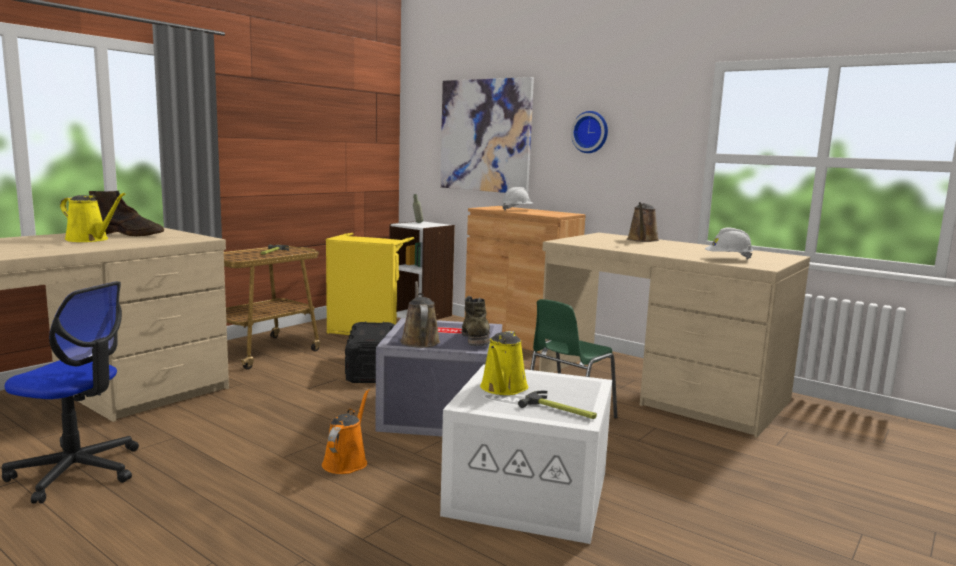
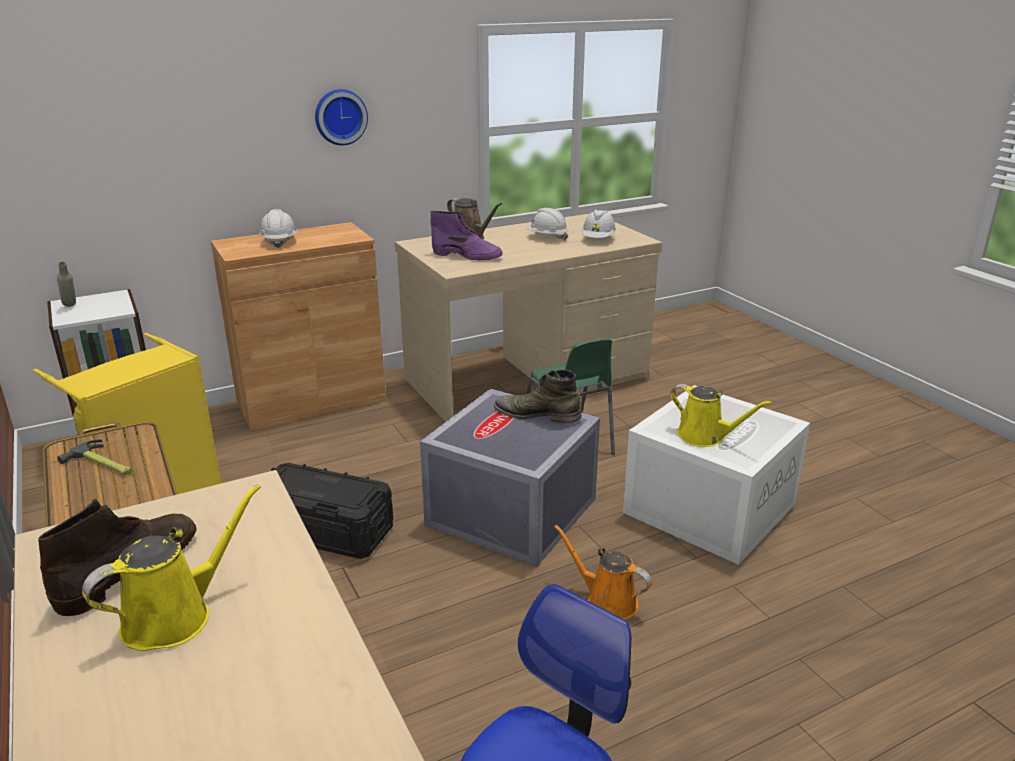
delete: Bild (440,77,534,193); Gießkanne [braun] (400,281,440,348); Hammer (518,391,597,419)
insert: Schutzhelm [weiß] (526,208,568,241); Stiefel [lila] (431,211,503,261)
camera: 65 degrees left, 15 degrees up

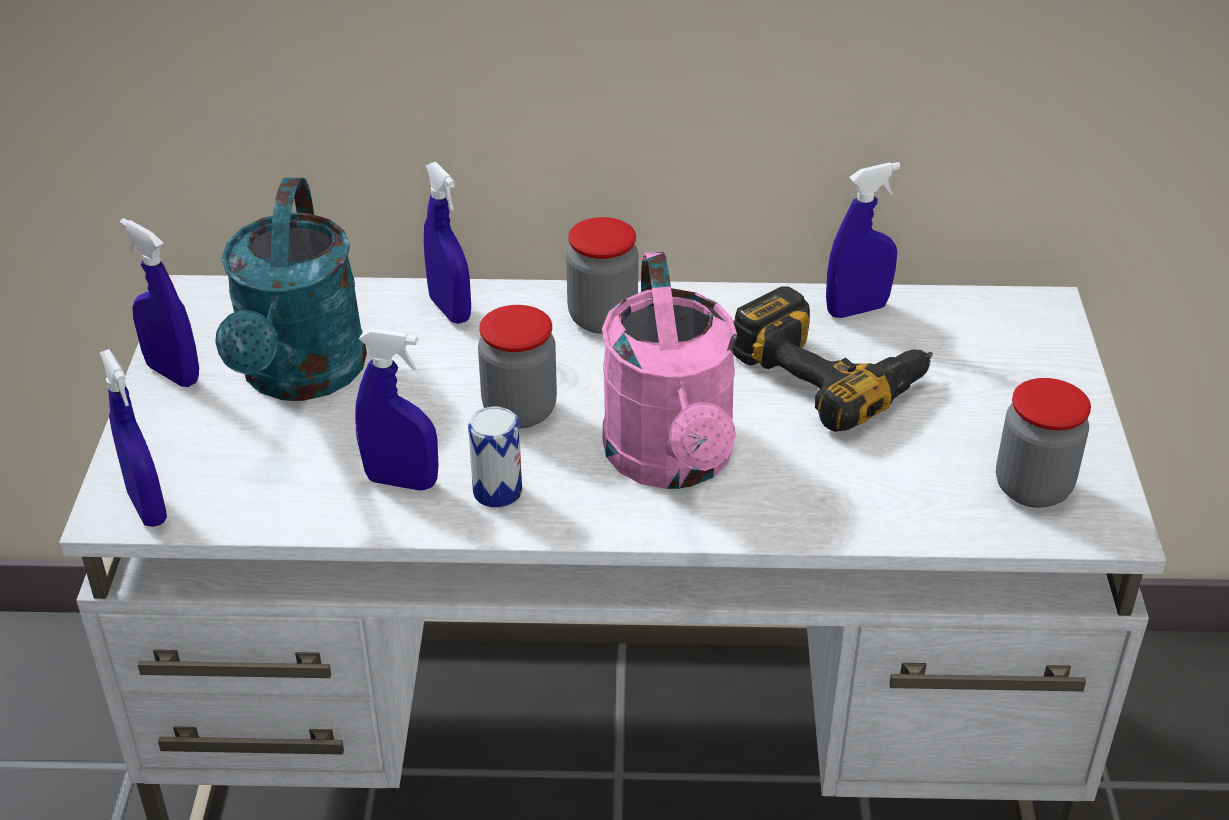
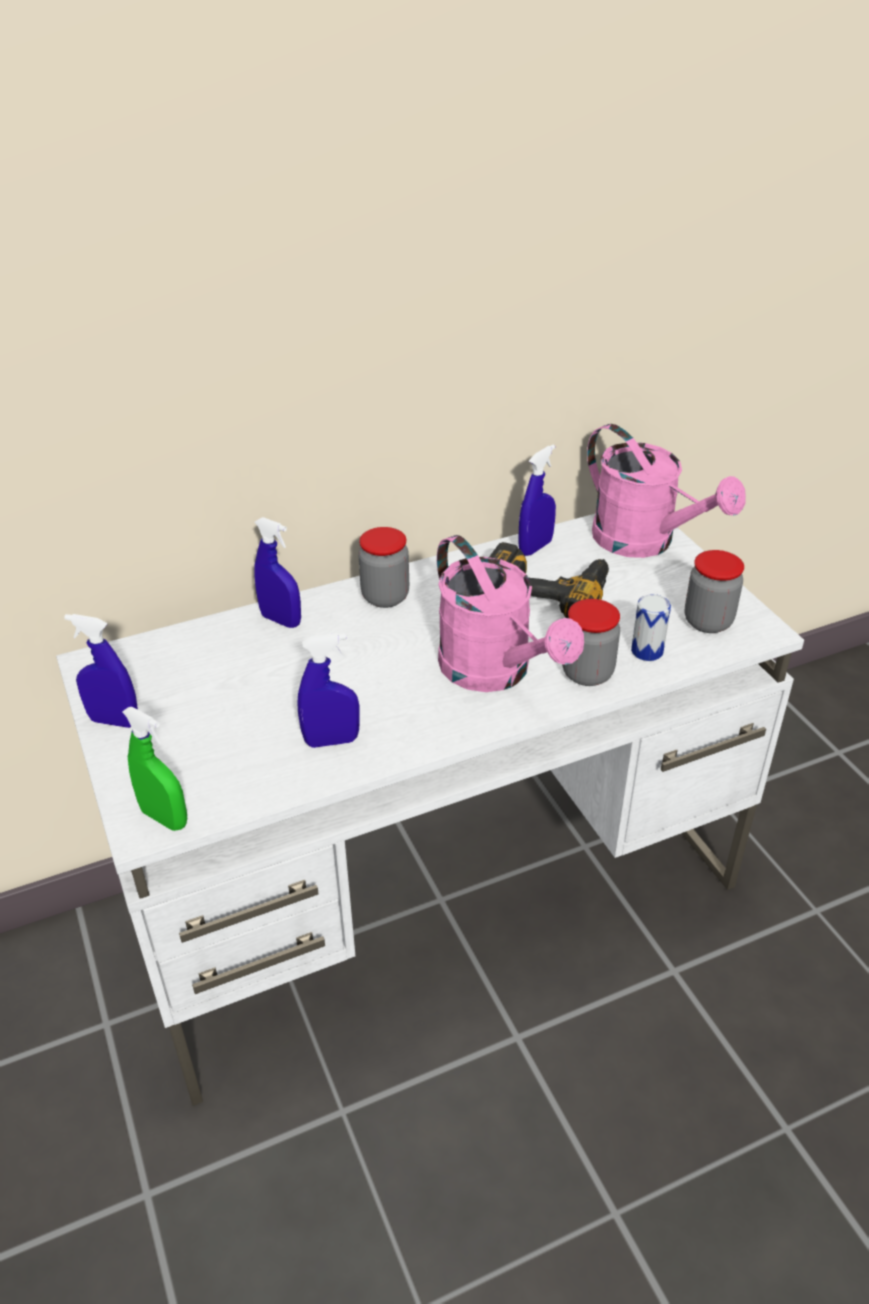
delete: Gießkanne [türkis] (215,177,367,401)
insert: Gießkanne [rosa] (587,424,746,558)
move: Vorratsglas (478,305,557,428) to (562,599,620,686); Dose (468,407,522,508) to (631,594,671,661)
recolor: Sprühflasche [blau] (100,349,167,527) to Sprühflasche [grün] (122,707,187,831)
camera: 25 degrees left, 0 degrees up

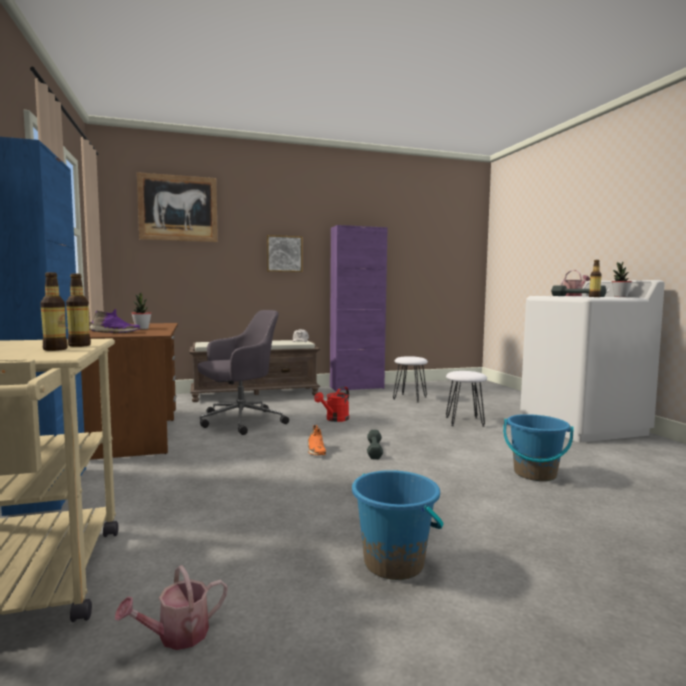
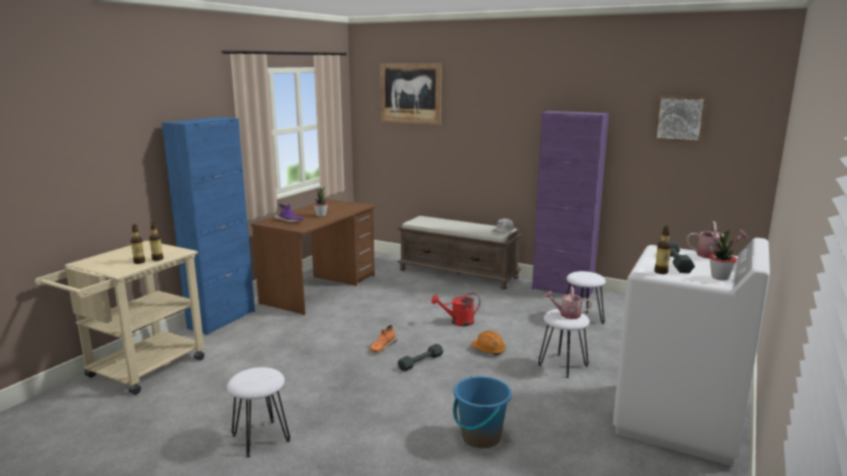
delete: Bürostuhl [grau] (197,310,289,435)
insert: Schutzhelm [orange] (471,331,506,355)
move: Bild (266,235,302,272) to (655,96,706,142); Gießkanne (115,565,228,650) to (544,287,592,319)
replace: Eimer [blau] (352,470,444,580) to Hocker [weiß] (227,367,290,457)
camera: 45 degrees right, 10 degrees up

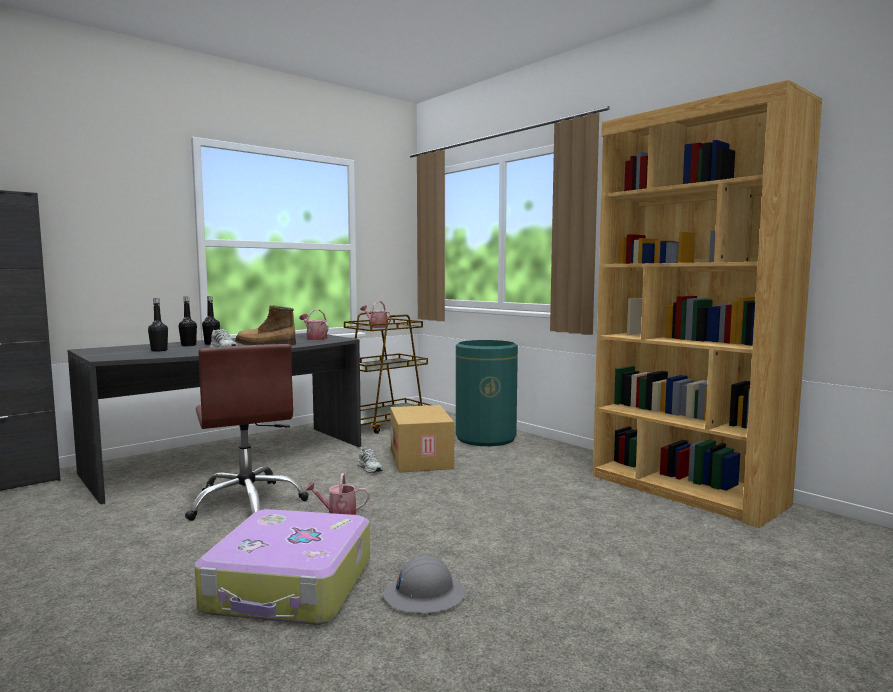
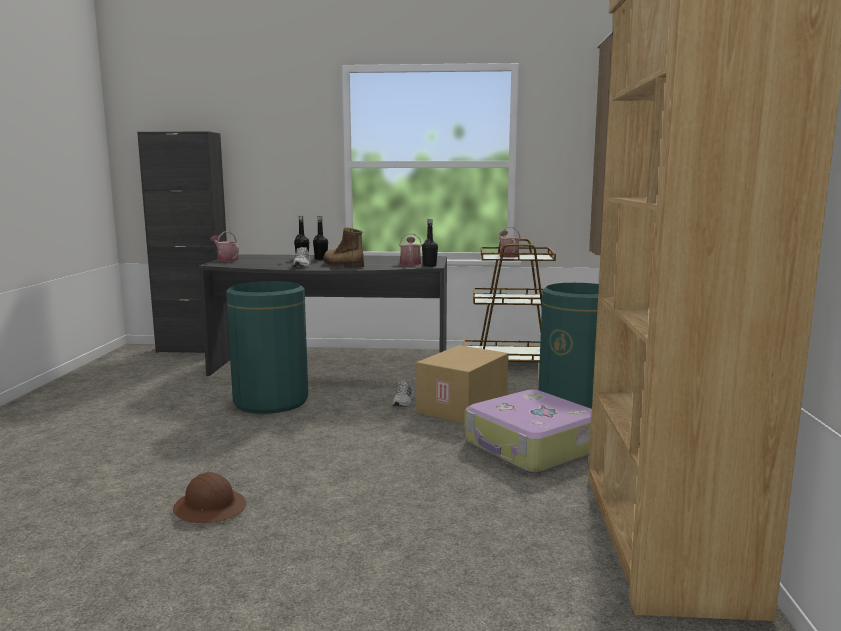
move: Flasche [schwarz] (148,298,168,352) to (422,219,438,267); Gießkanne (305,473,369,515) to (210,231,239,262); Koffer (195,509,370,625) to (465,390,592,474)
replace: Bürostuhl [braun] (185,344,309,521) to Mülleimer [grün] (226,281,308,414)
recolor: Schutzhelm [grau] (383,556,466,613) to Schutzhelm [braun] (173,472,246,523)
camera: 45 degrees right, 5 degrees up

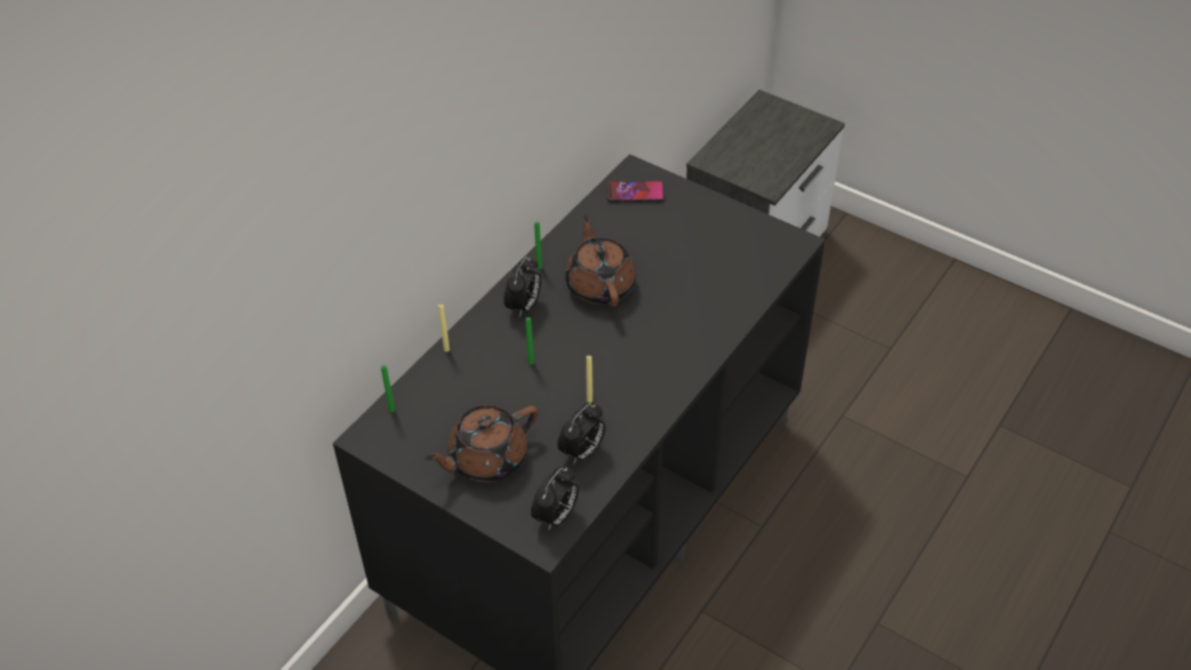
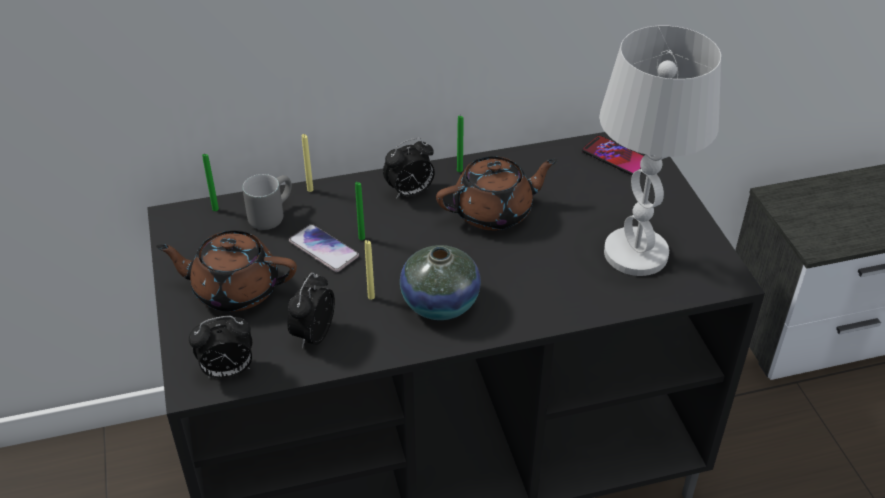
insert: Tischlampe [weiß] (599,26,721,276); Henkelbecher [grau] (243,174,292,230); Handy (289,224,359,272); Vase (400,245,481,320)
rotate: Teekanne [braun] (565,215,636,307) = (436,156,558,230) 45 degrees clockwise; Wecker (557,403,605,464) = (287,273,335,349) 120 degrees clockwise
camera: 40 degrees right, 5 degrees down

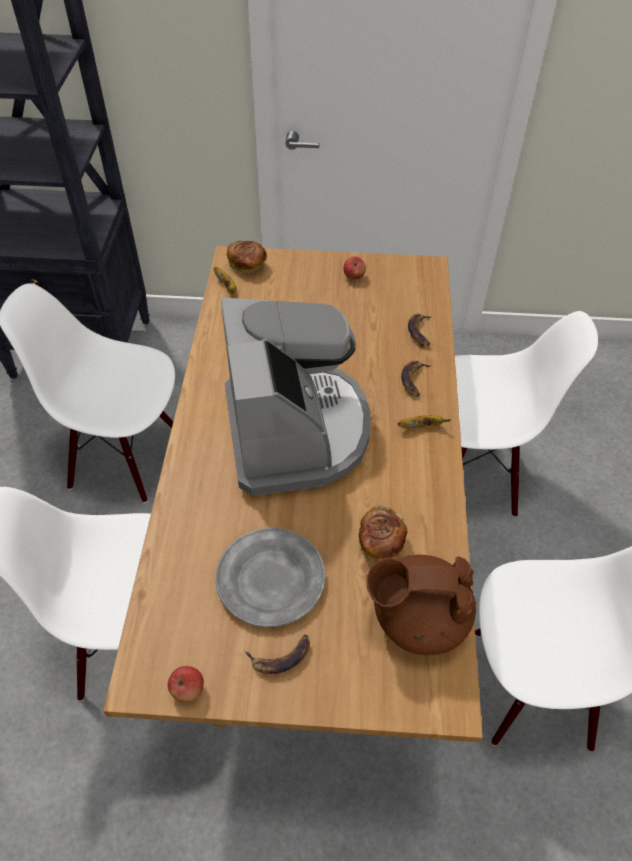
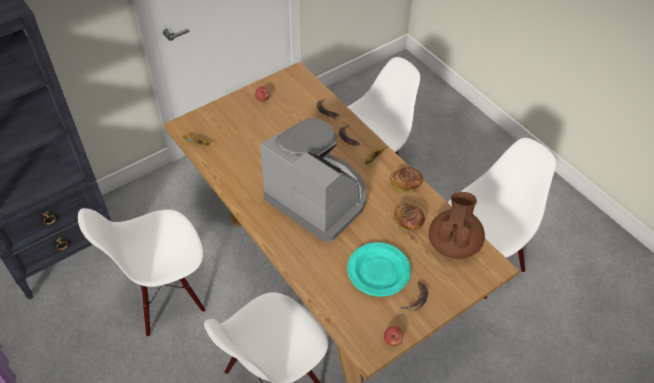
move: Brot (227,240,267,274) to (390,167,423,194)
recolor: Teller [grau] (216,528,325,627) to Teller [türkis] (347,242,411,297)
rotate: Teekanne [braun] (367,555,476,655) = (429,192,485,259) 150 degrees clockwise
camera: 40 degrees left, 0 degrees up

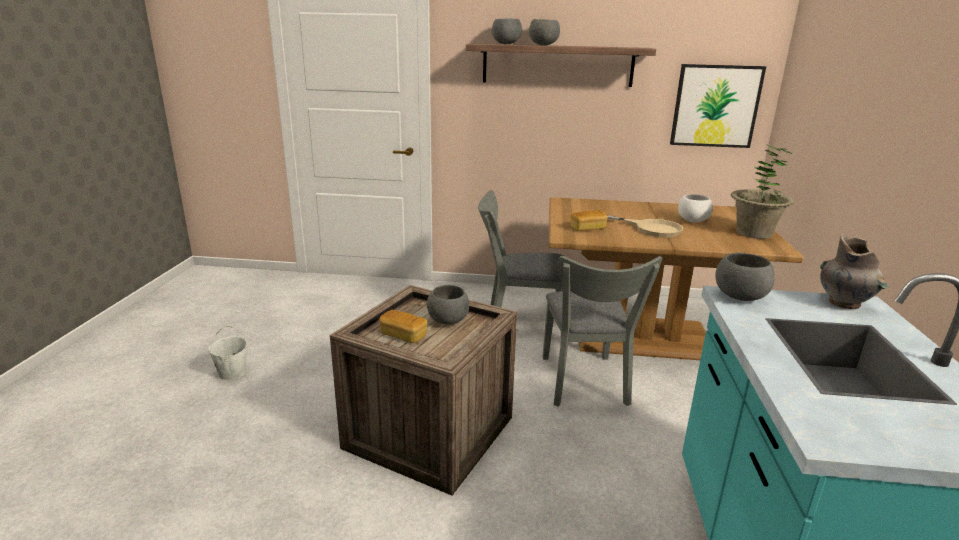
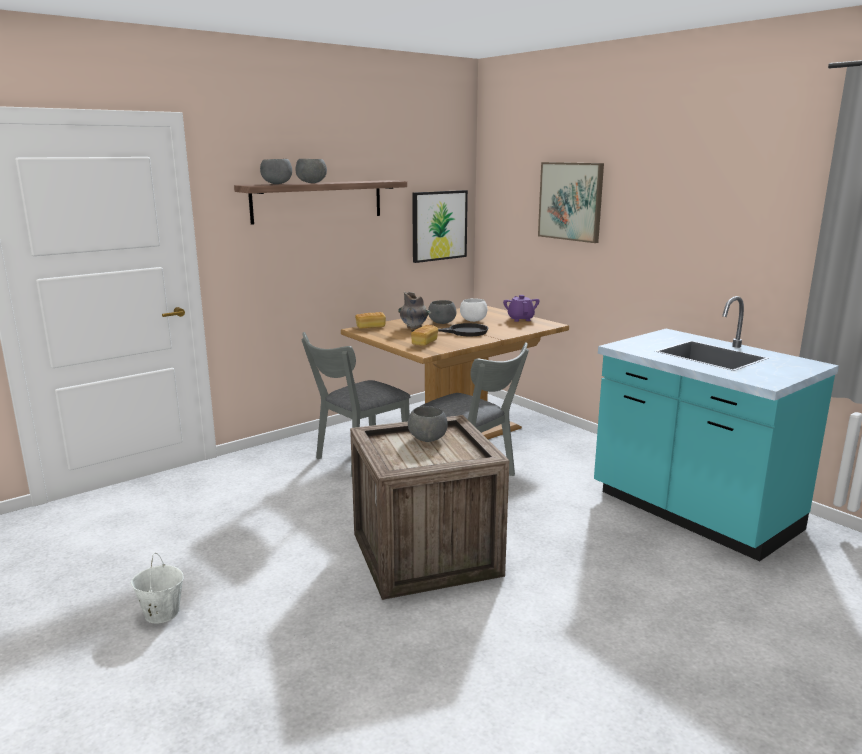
insert: Bild (538,162,604,243)
move: Vase [grau] (820,234,889,309) to (398,291,431,329); Schüssel [grau] (715,252,775,301) to (428,300,456,324); Brot (379,310,427,343) to (355,312,386,329)
replace: Topfpflanze (731,144,794,239) to Teekanne [lila] (503,295,539,322)
recolor: Pfanne [beige] (607,215,683,238) to Pfanne [schwarz] (412,323,489,336)
camera: 45 degrees left, 5 degrees down

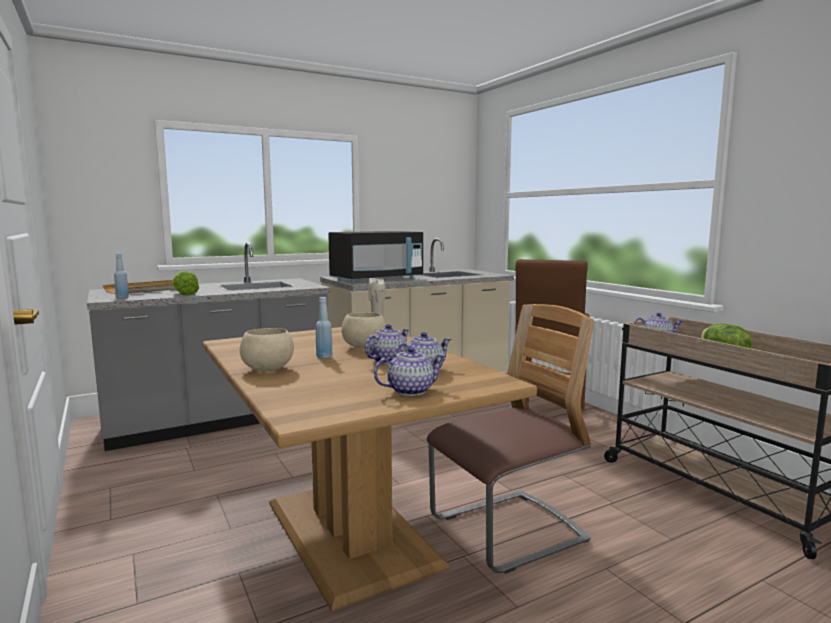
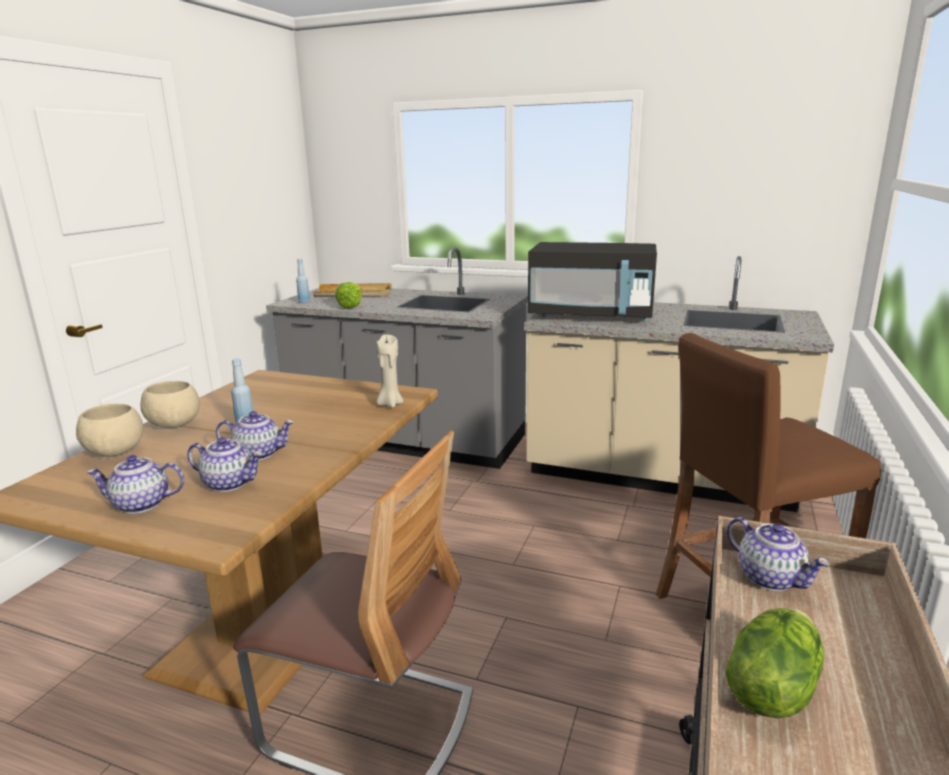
move: Schüssel [beige] (341,312,386,348) to (76,404,143,457)
rotate: Teekanne (374,347,446,396) = (86,455,184,514) 150 degrees clockwise
camera: 50 degrees right, 10 degrees up

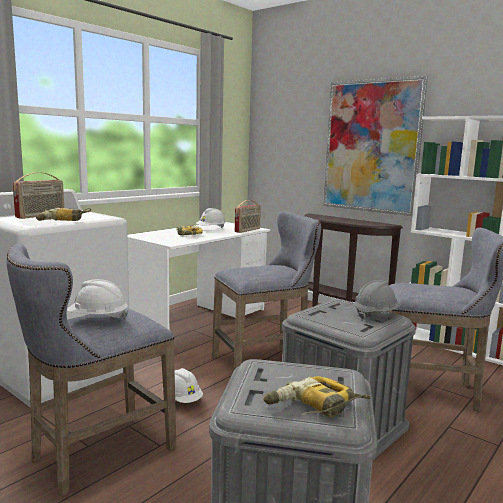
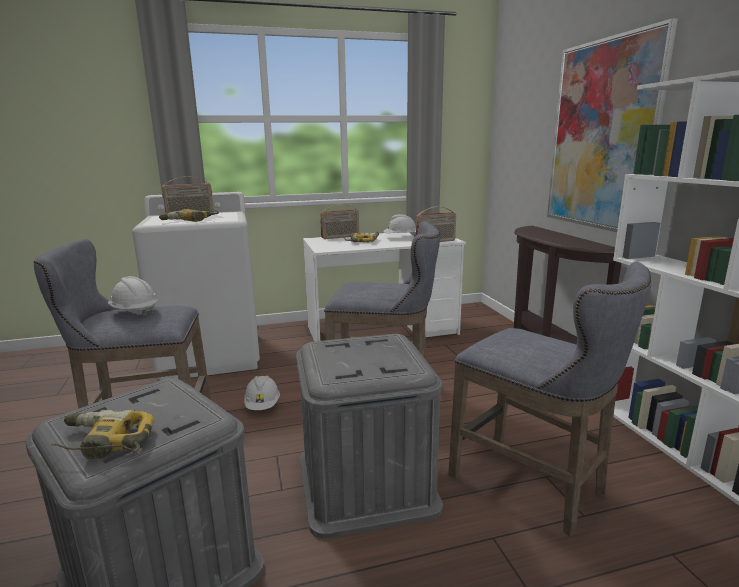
delete: Schutzhelm [grau] (354,280,401,320)
insert: Radio (320,204,359,239)
camera: 35 degrees right, 5 degrees up

